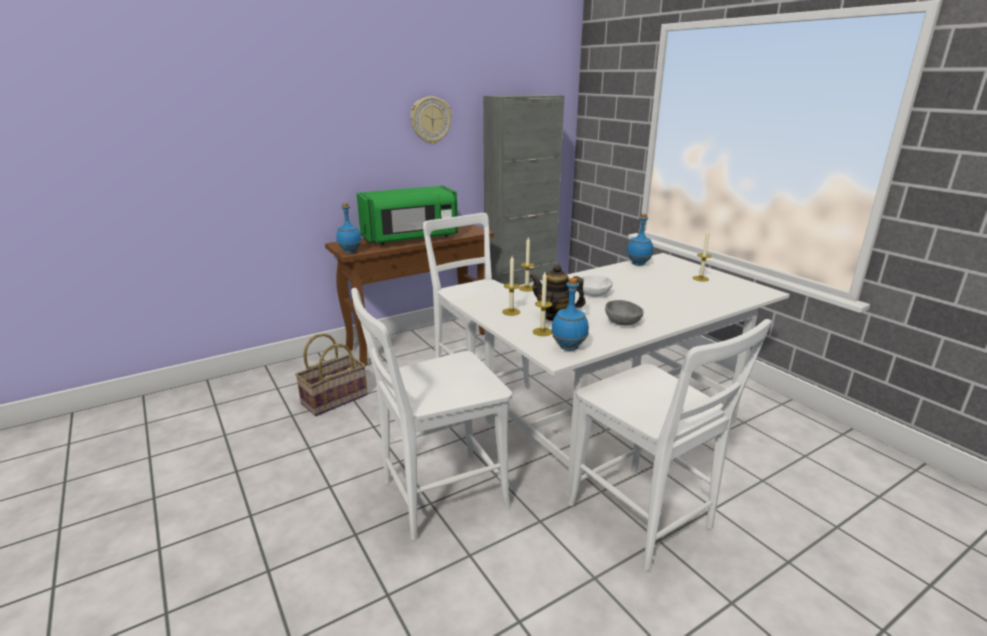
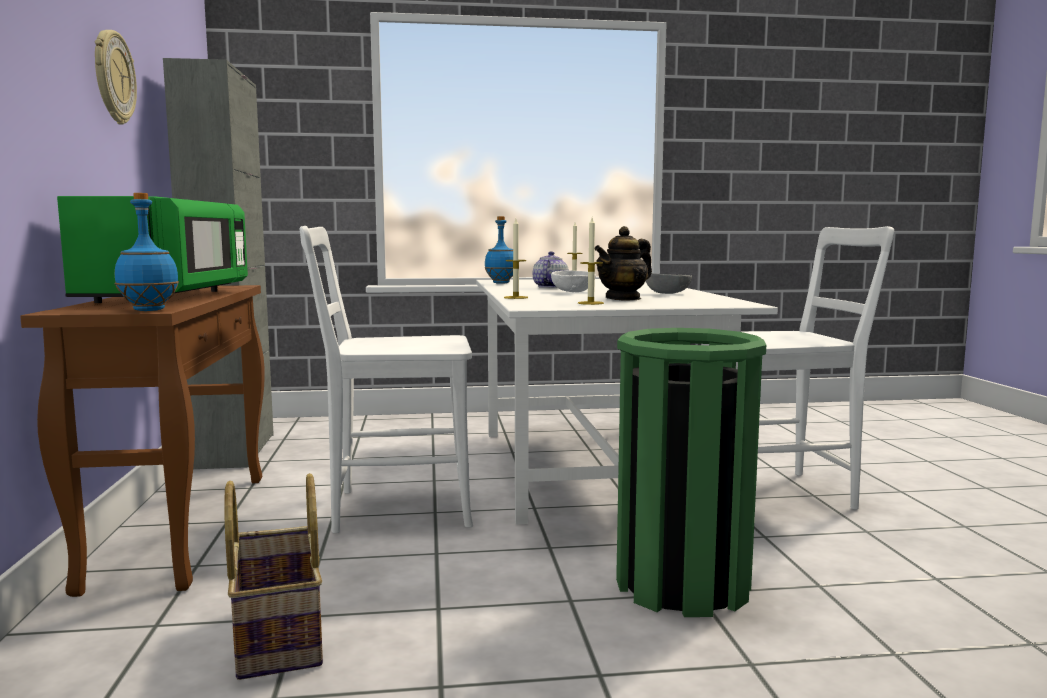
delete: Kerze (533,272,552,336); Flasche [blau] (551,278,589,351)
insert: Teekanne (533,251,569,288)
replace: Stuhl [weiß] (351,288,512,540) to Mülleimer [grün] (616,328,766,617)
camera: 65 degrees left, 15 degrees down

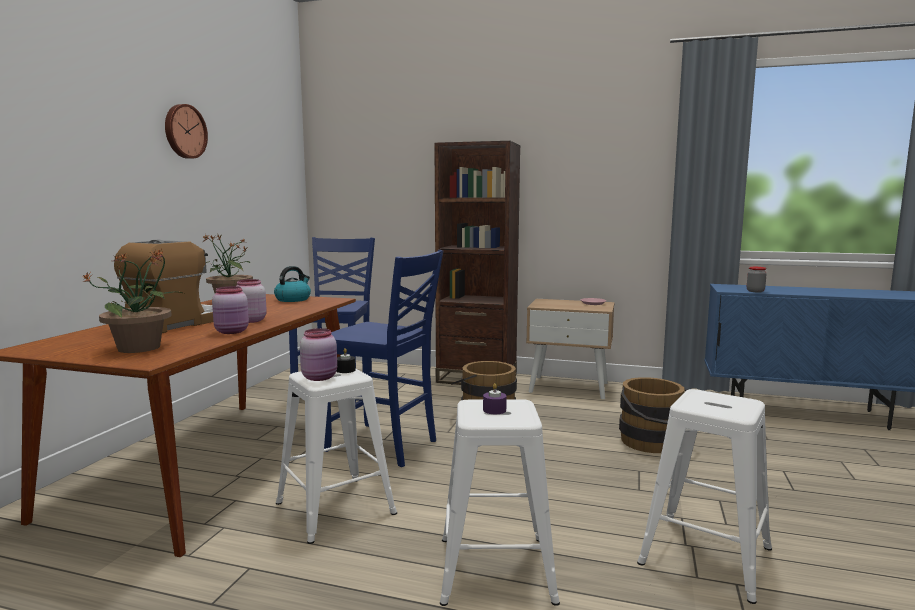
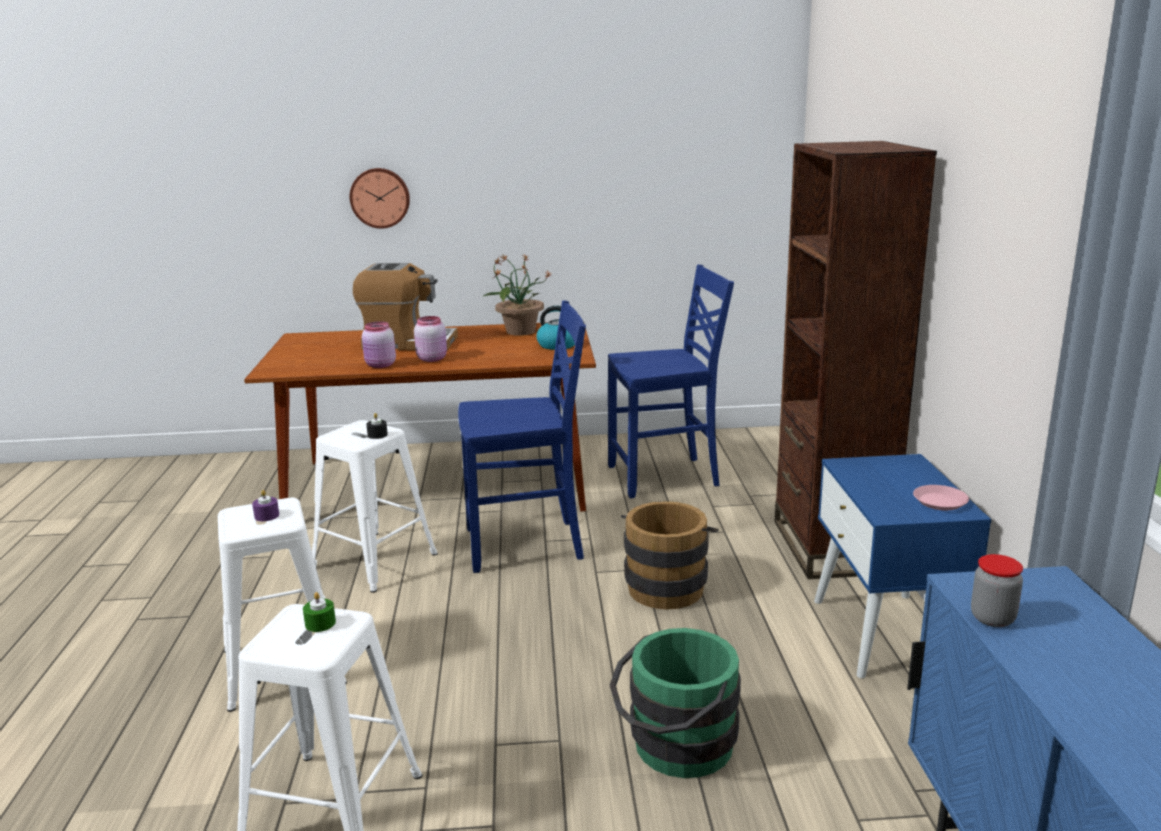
delete: Topfpflanze (81,249,184,353); Vorratsglas [rosa] (300,328,337,381)
insert: Kerze [grün] (303,592,336,632)
move: Wanduhr (165,104,208,159) to (350,168,410,229)
recolor: Nachttisch [beige] (526,299,615,399) to Nachttisch [blau] (814,454,991,678); Eimer [braun] (619,377,688,453) to Eimer [grün] (610,628,741,778)
rotate: Stuhl [blau] (324,250,443,467) = (458,300,586,573) 105 degrees counterclockwise
camera: 70 degrees right, 10 degrees up

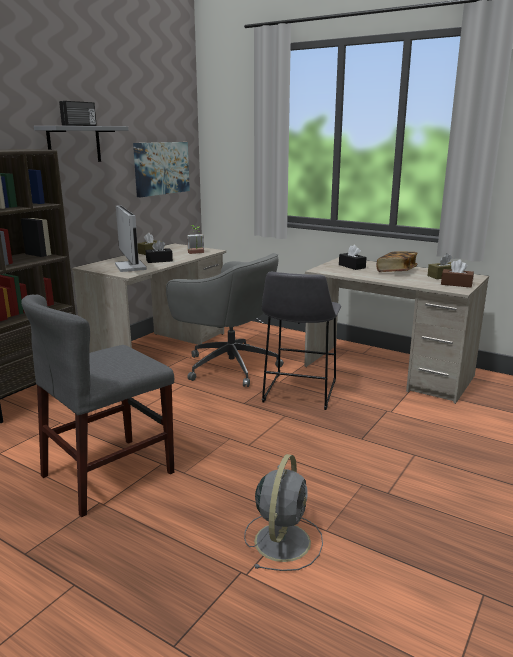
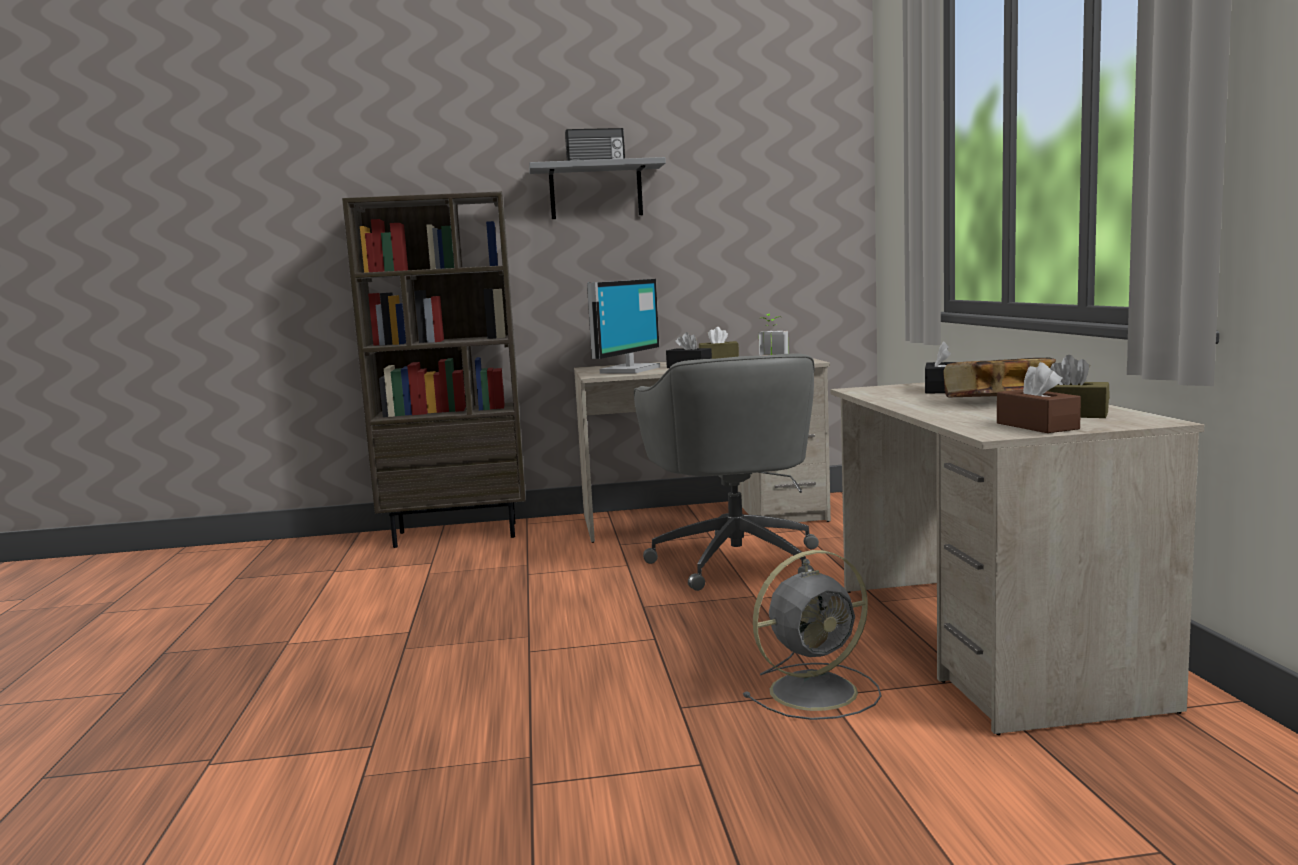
delete: Bild (133,142,190,197); Hocker [grau] (262,272,341,410); Stuhl [grau] (21,294,174,517)
move: Ventilator [grau] (244,454,323,571) to (743,550,881,720)
camera: 50 degrees right, 10 degrees down

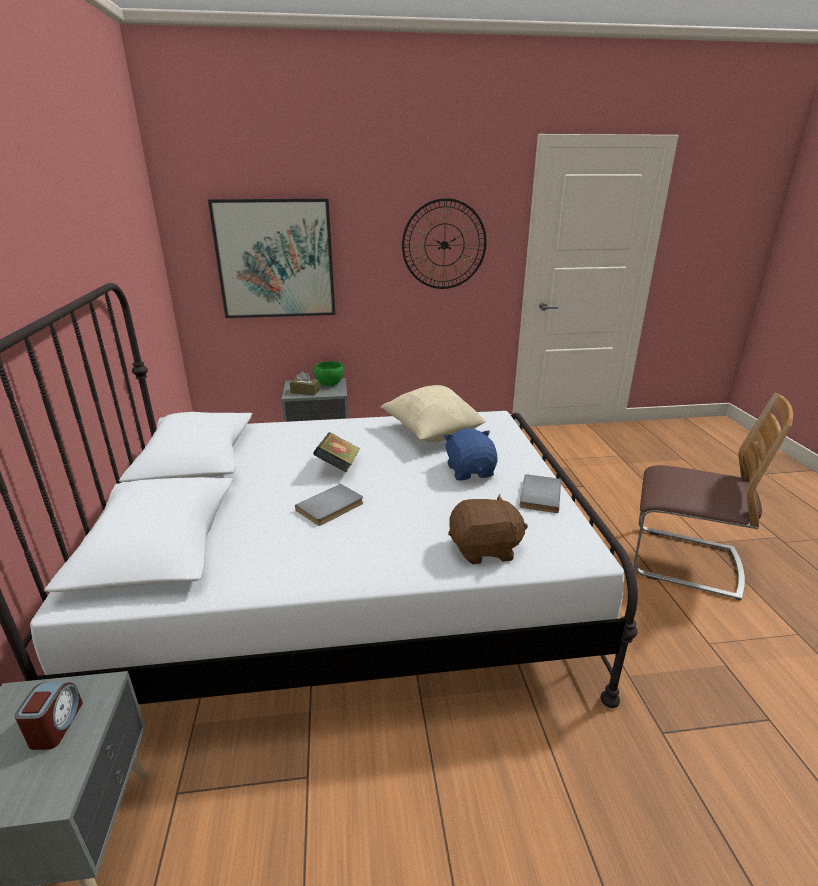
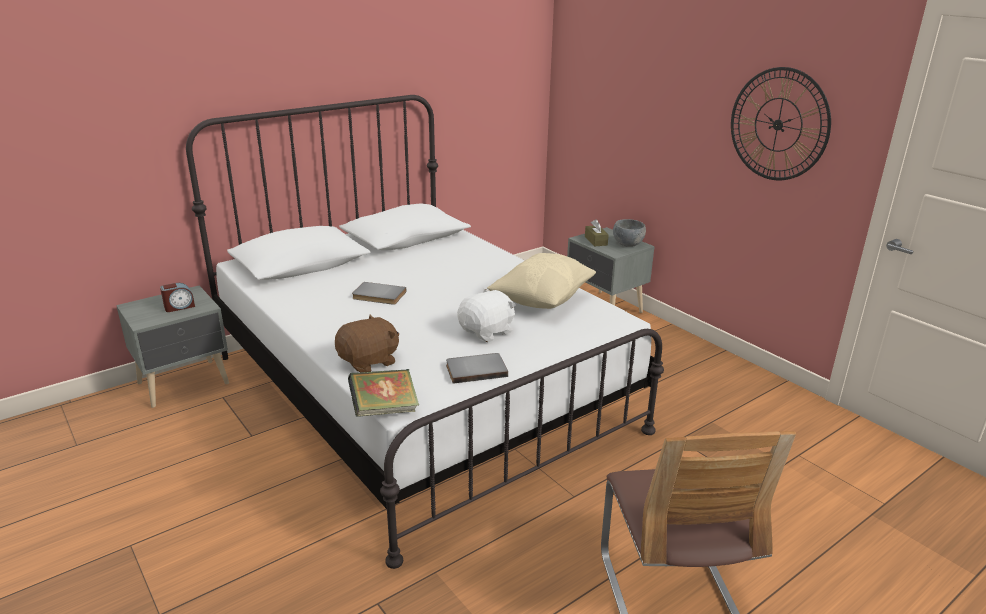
delete: Bild (208,199,335,318)
move: Buch (313,432,360,472) to (348,369,419,417)
recolor: Schüssel [grün] (314,361,344,386) to Schüssel [grau] (613,219,646,247); Plüschtier [blau] (443,428,498,480) to Plüschtier [weiß] (457,289,516,342)
rotate: Plüschtier [braun] (448,494,528,564) = (335,315,399,372) 90 degrees counterclockwise
camera: 60 degrees right, 0 degrees up

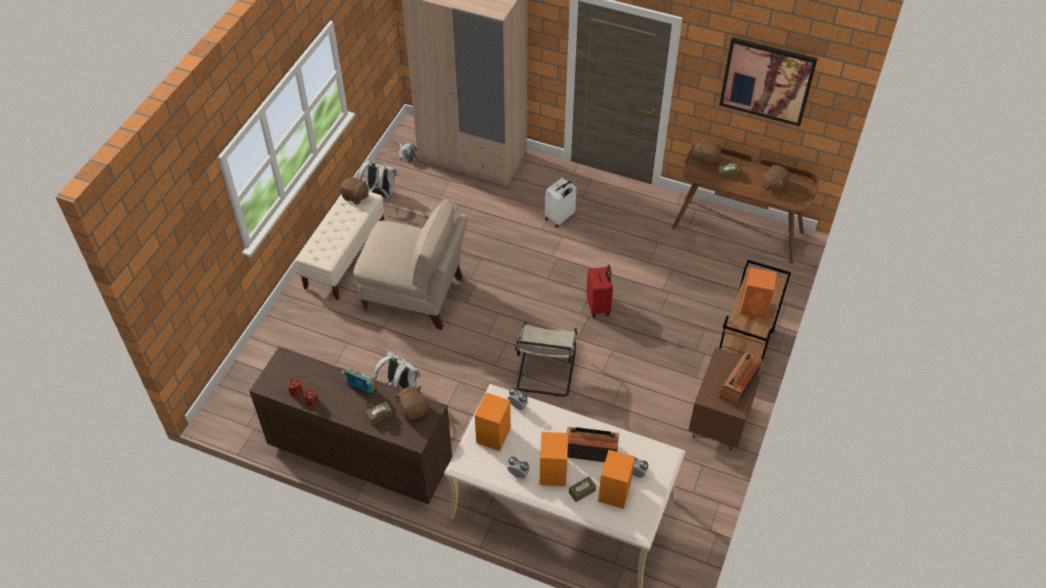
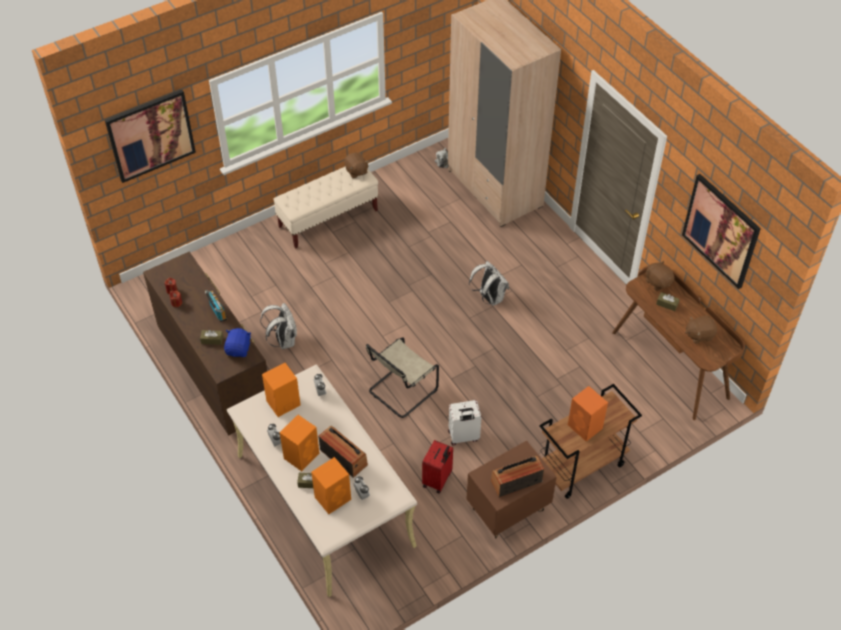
delete: Stuhl [beige] (353,199,468,330)
insert: Bild (105,90,196,183)
move: Rucksack [weiß] (358,160,397,198) to (469,261,509,306); Koffer [weiß] (545,177,577,228) to (448,400,482,445); Koffer [rot] (586,264,613,318) to (422,440,453,494)
recolor: Plüschtier [braun] (395,386,428,421) to Plüschtier [blau] (224,328,251,357)
camera: 35 degrees right, 0 degrees up

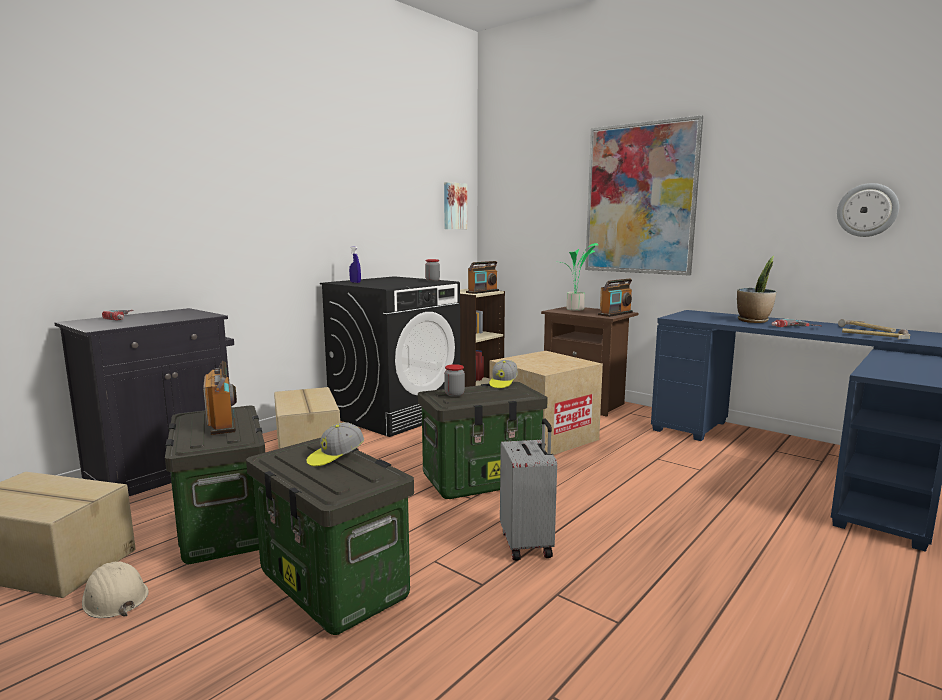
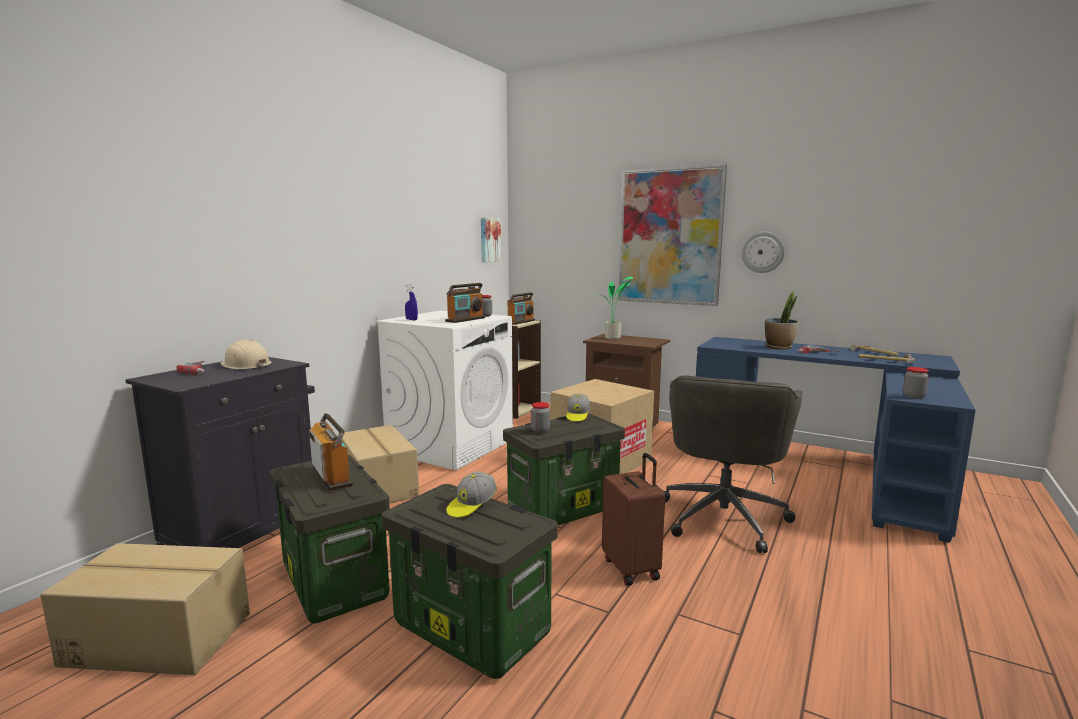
insert: Vorratsglas (903,367,929,399); Bürostuhl [grau] (664,375,802,553)
move: Wanduhr (837,183,899,237) to (741,232,785,273); Radio (598,278,633,317) to (445,283,485,323); Schutzhelm [beige] (82,561,149,618) to (220,340,271,369)
recolor: Waschmaschine [schwarz] (320,276,460,437) to Waschmaschine [weiß] (375,311,513,470); Koffer [grau] (500,418,557,561) to Koffer [braun] (602,453,665,586)
camera: 10 degrees left, 0 degrees up

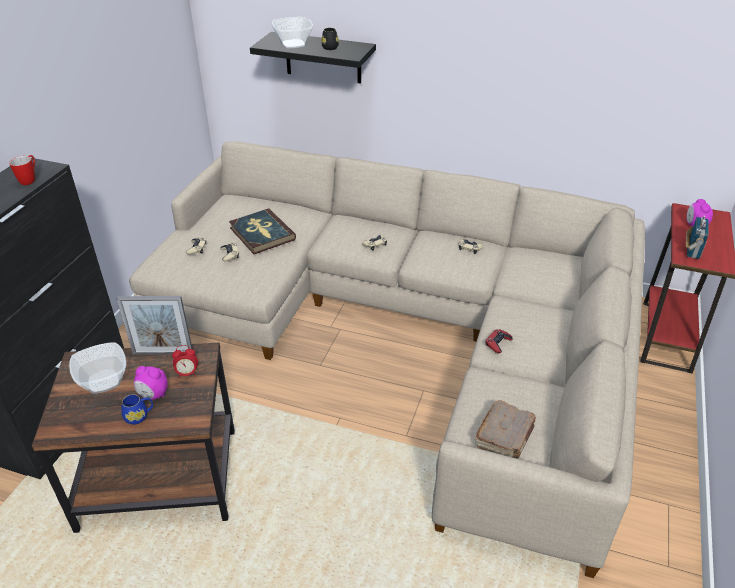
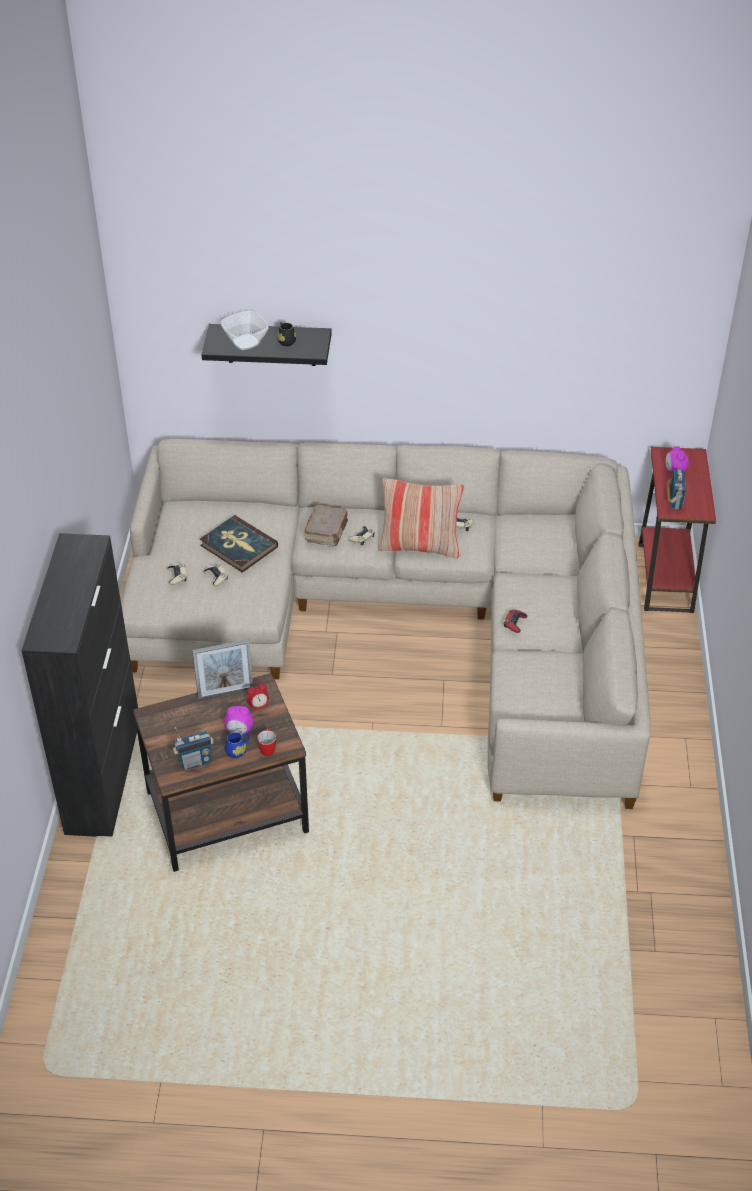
delete: Schüssel (69,342,126,394)
insert: Kissen (378,478,464,558); Radio (172,727,214,770)
move: Henkelbecher (9,155,35,185) to (257,727,276,756); Buch [braun] (475,400,536,459) to (304,505,348,546)
camera: 15 degrees left, 5 degrees up

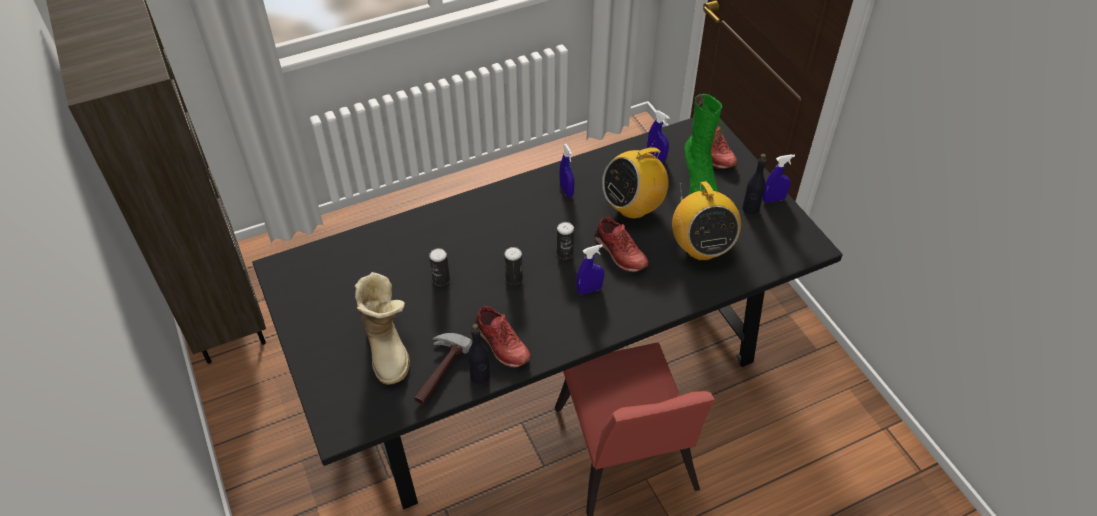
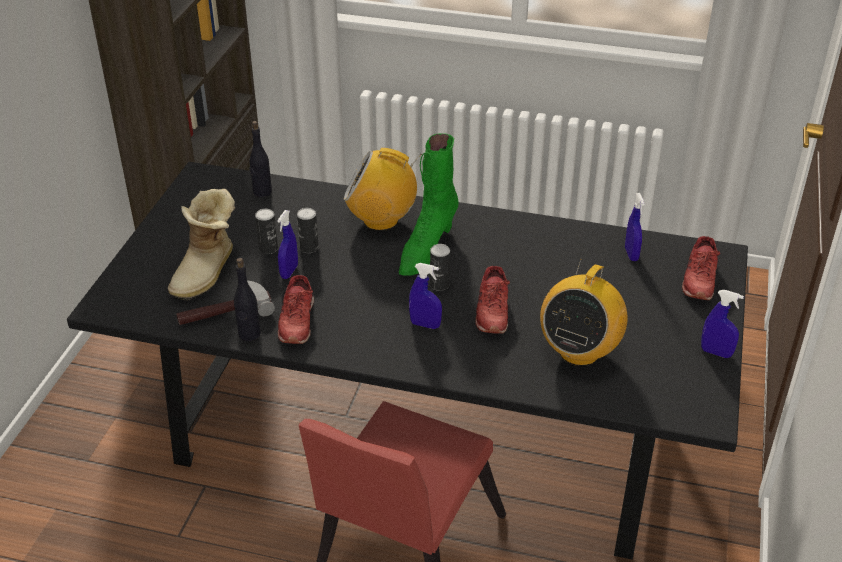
move: Stiefel [grün] (684,94,724,194) to (399,133,459,276); Radio (602,142,669,219) to (344,148,422,231); Sprühflasche [blau] (560,144,574,197) to (277,210,298,279); Flasche [schwarz] (742,154,766,215) to (249,121,272,197); Dose (504,247,523,285) to (255,209,278,254)
camera: 40 degrees right, 10 degrees down

